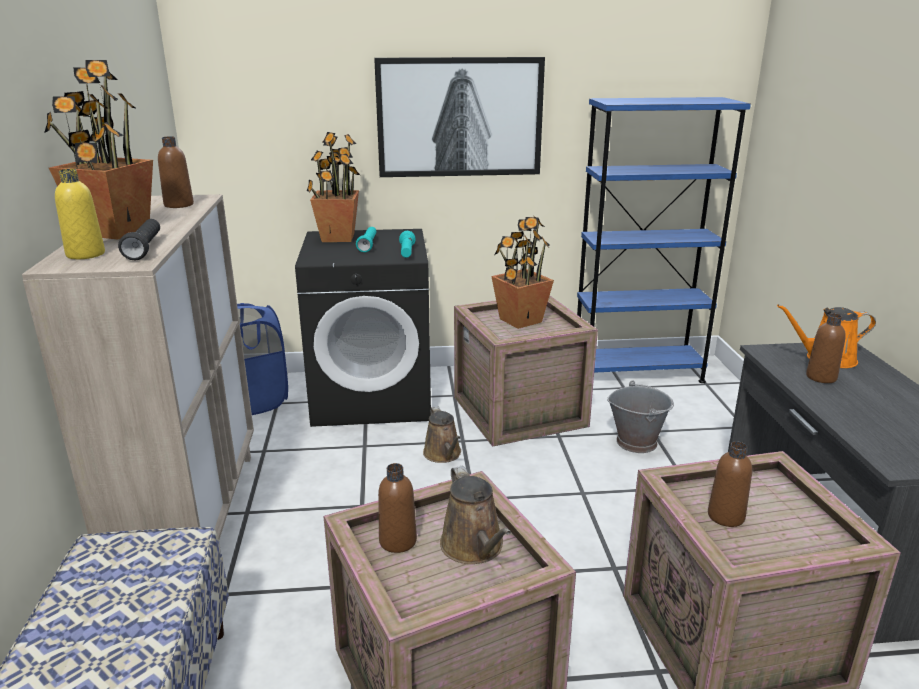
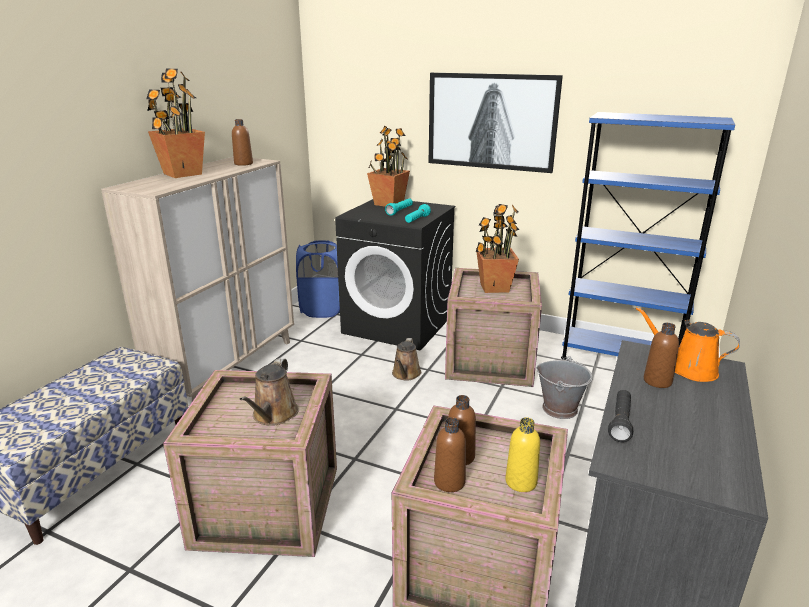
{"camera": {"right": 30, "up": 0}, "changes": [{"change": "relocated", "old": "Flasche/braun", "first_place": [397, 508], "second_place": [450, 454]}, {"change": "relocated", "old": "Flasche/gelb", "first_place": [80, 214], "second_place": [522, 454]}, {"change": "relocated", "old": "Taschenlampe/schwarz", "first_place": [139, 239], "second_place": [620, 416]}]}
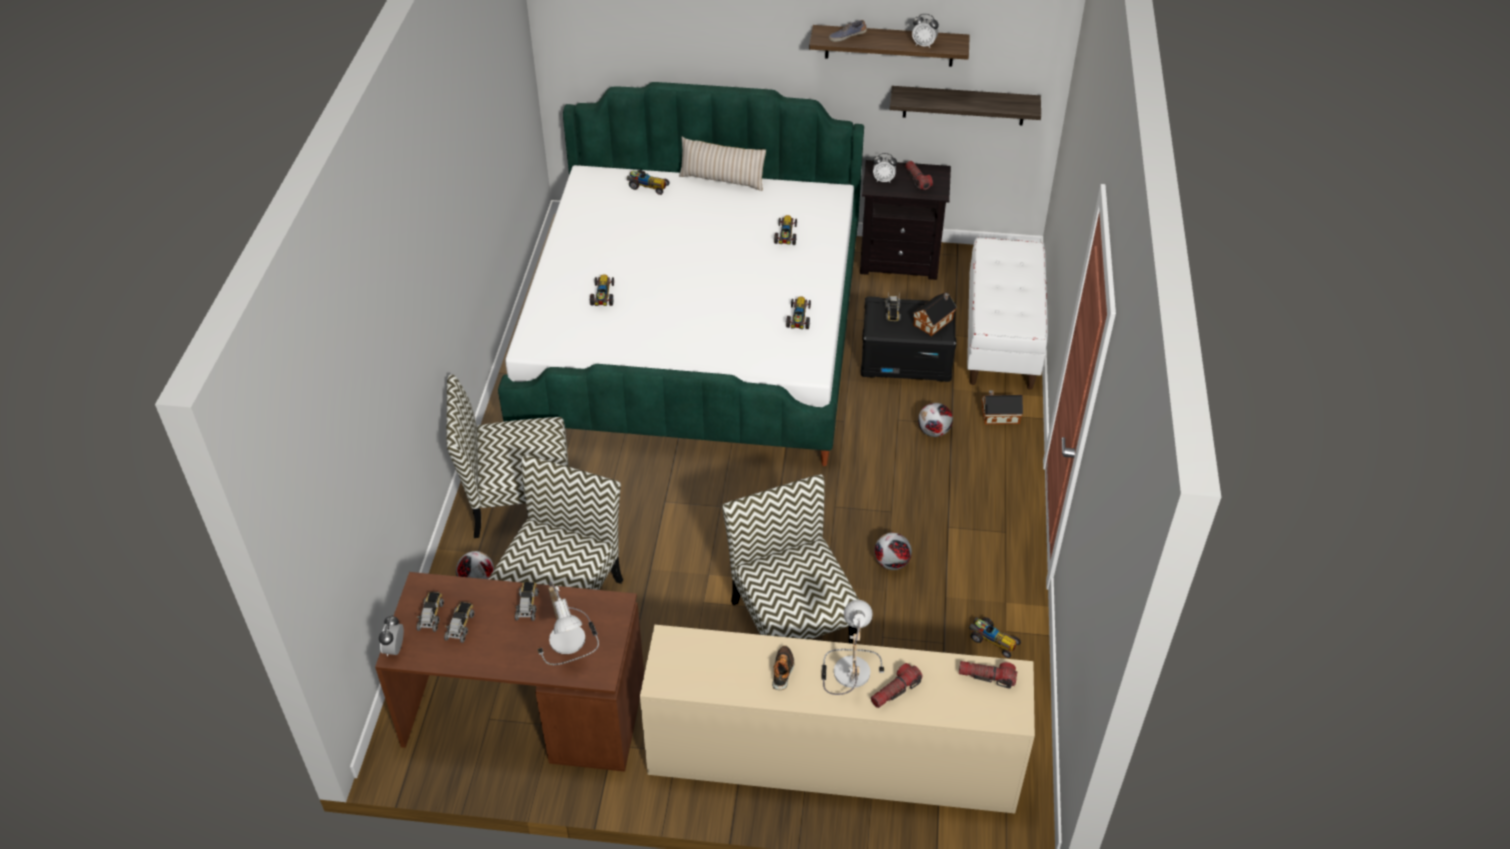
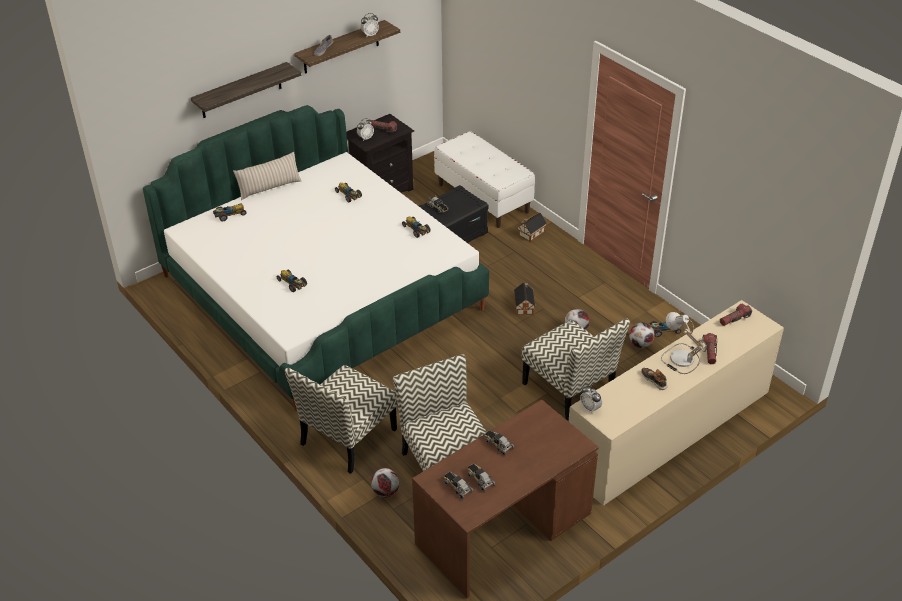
{"camera": {"right": -45, "up": -5}, "changes": [{"change": "relocated", "old": "Wandregal", "first_place": [965, 105], "second_place": [246, 90]}, {"change": "relocated", "old": "Spielzeughaus", "first_place": [935, 314], "second_place": [524, 299]}, {"change": "spun", "old": "Stuhl", "first_place": [790, 559], "second_place": [576, 370], "degrees": -150}, {"change": "relocated", "old": "Wecker", "first_place": [391, 635], "second_place": [591, 400]}, {"change": "relocated", "old": "Fußball", "first_place": [935, 420], "second_place": [641, 335]}, {"change": "missing", "old": "Tischlampe", "first_place": [568, 623]}]}
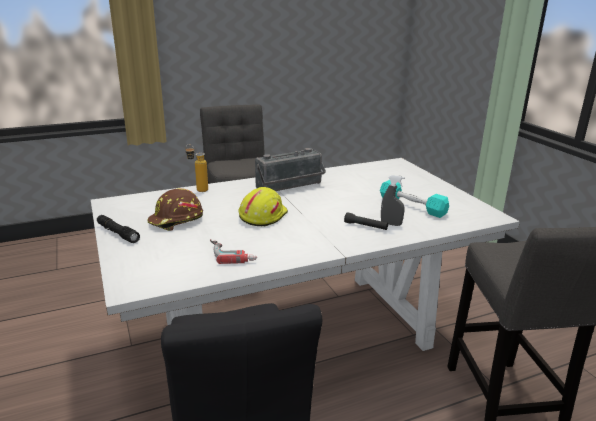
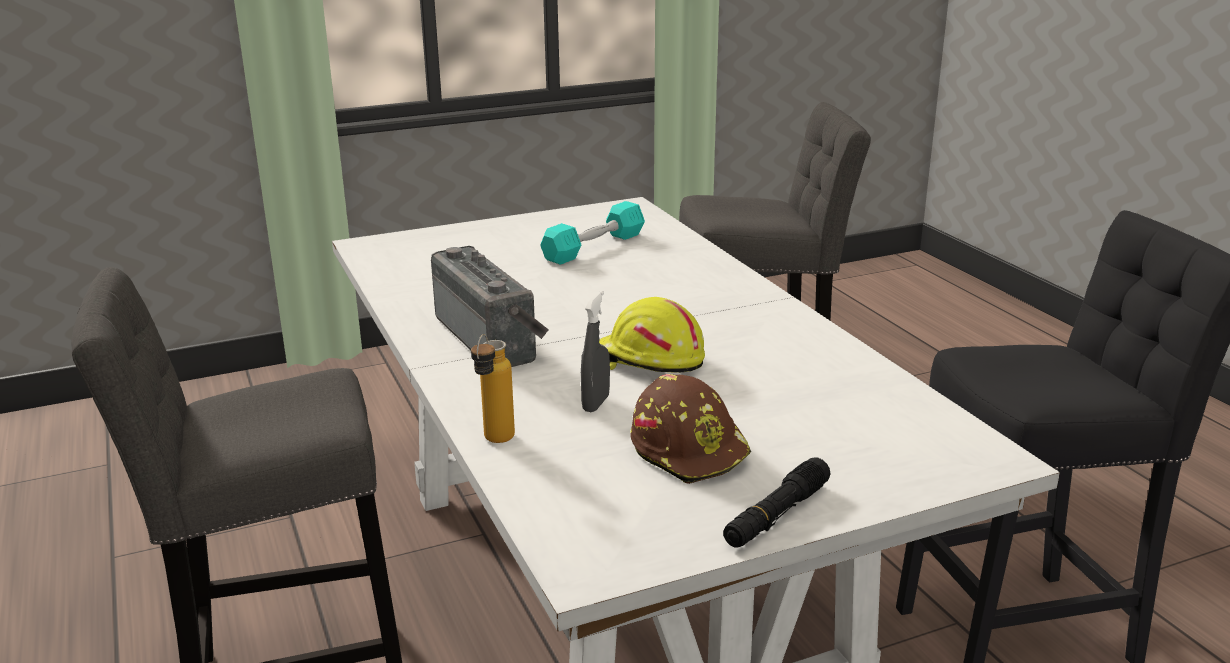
{"camera": {"right": -90, "up": 0}, "changes": [{"change": "relocated", "old": "Sprühflasche/grau", "first_place": [393, 200], "second_place": [595, 351]}, {"change": "missing", "old": "Bohrmaschine", "first_place": [233, 251]}, {"change": "missing", "old": "Taschenlampe/schwarz", "first_place": [366, 221]}]}
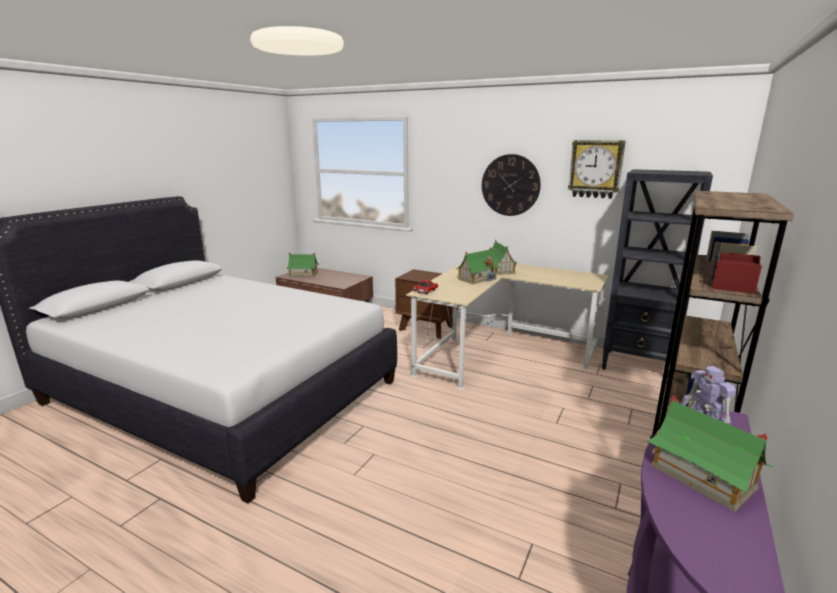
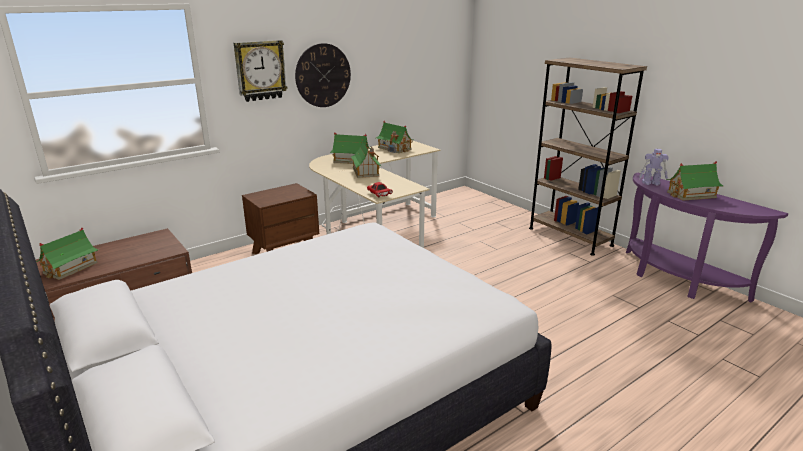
{"camera": {"right": -65, "up": 5}, "changes": [{"change": "relocated", "old": "Wanduhr", "first_place": [597, 169], "second_place": [261, 71]}, {"change": "appeared", "new": "Spielzeughaus", "second_place": [394, 137]}, {"change": "missing", "old": "Bücherregal/schwarz", "first_place": [657, 269]}]}
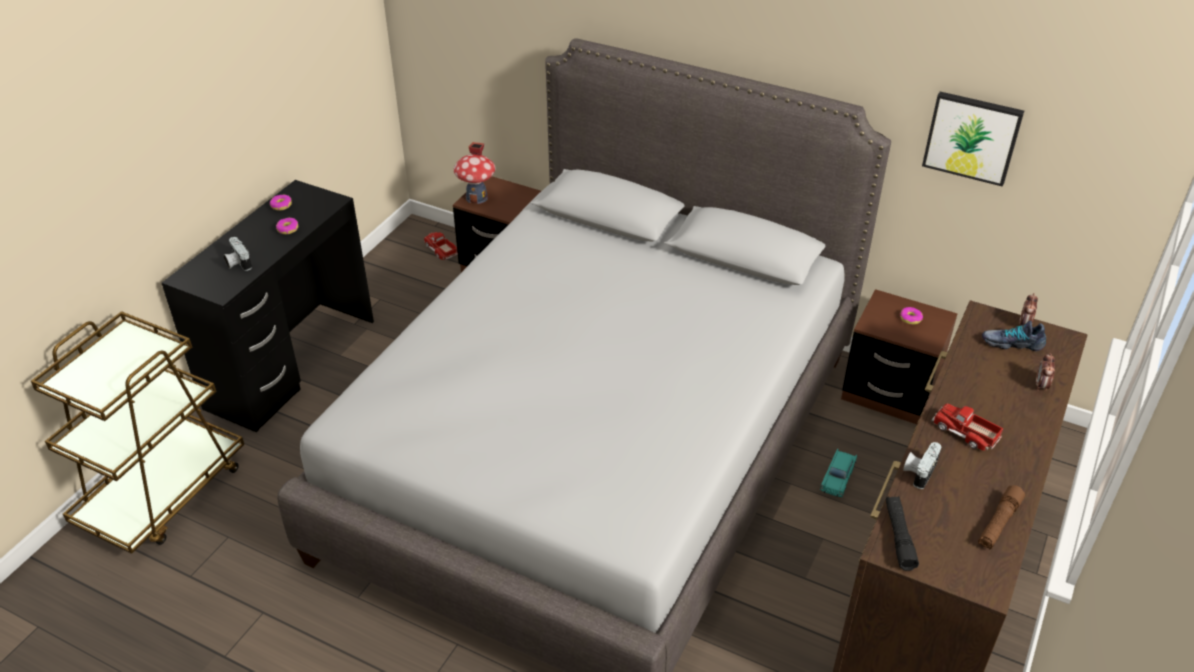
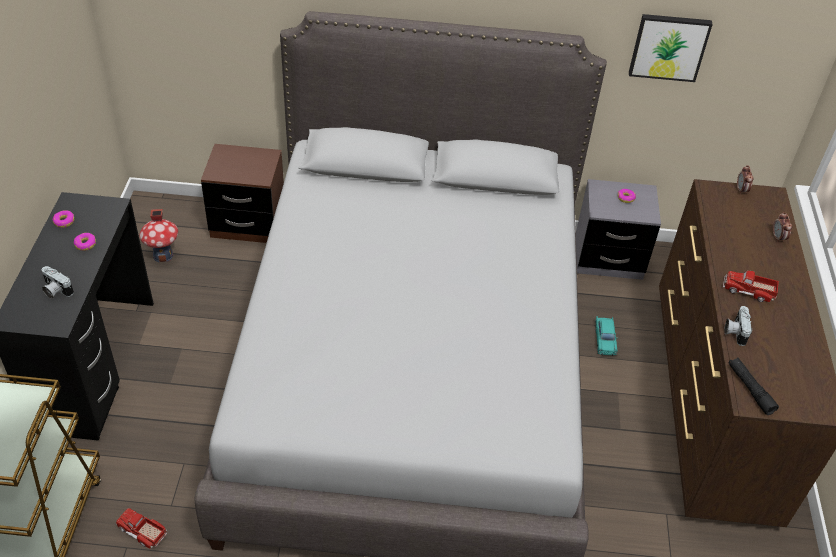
{"camera": {"right": -25, "up": 5}, "changes": [{"change": "relocated", "old": "Spielzeuglaster", "first_place": [441, 246], "second_place": [141, 528]}, {"change": "relocated", "old": "Spielzeughaus", "first_place": [475, 173], "second_place": [158, 235]}, {"change": "colour", "old": "Nachttisch/braun", "new": "Nachttisch/grau", "first_place": [899, 356], "second_place": [618, 229]}, {"change": "missing", "old": "Taschenlampe/braun", "first_place": [1001, 517]}, {"change": "missing", "old": "Schuh", "first_place": [1014, 336]}]}
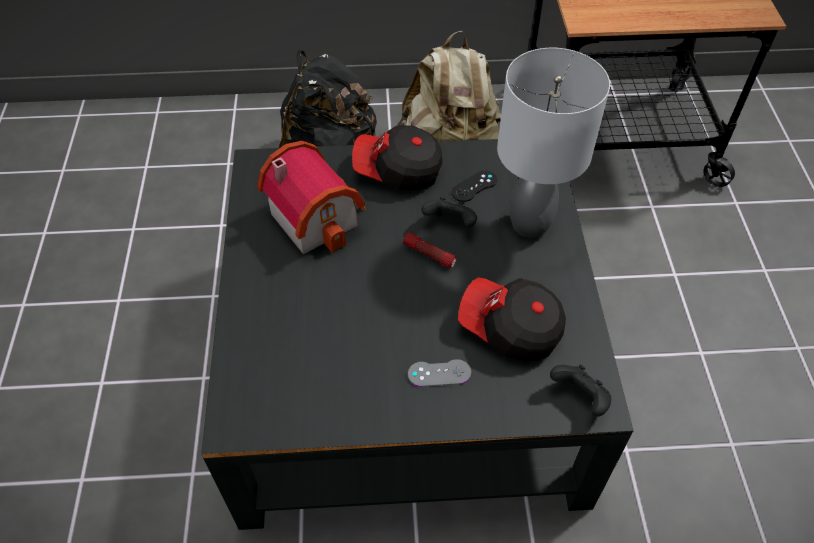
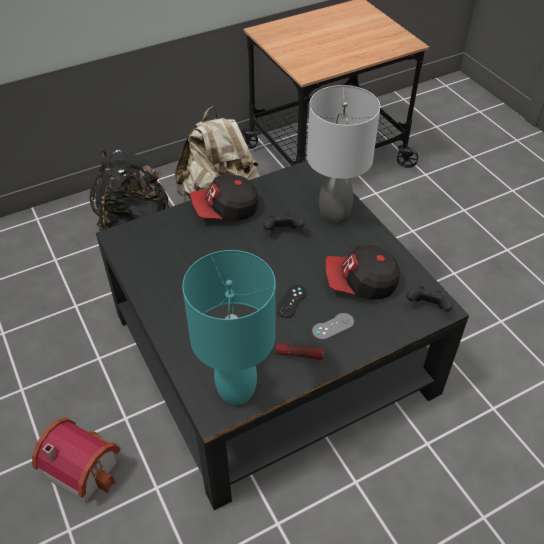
{"camera": {"right": -25, "up": -5}, "changes": [{"change": "relocated", "old": "Spielzeughaus", "first_place": [311, 197], "second_place": [76, 460]}, {"change": "appeared", "new": "Tischlampe/türkis", "second_place": [229, 327]}, {"change": "relocated", "old": "Gamepad/schwarz", "first_place": [474, 186], "second_place": [291, 301]}, {"change": "relocated", "old": "Taschenlampe", "first_place": [430, 250], "second_place": [300, 351]}]}
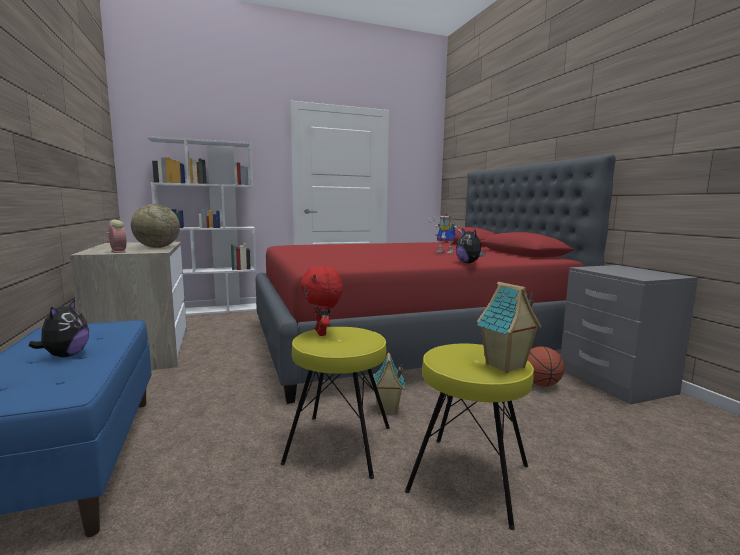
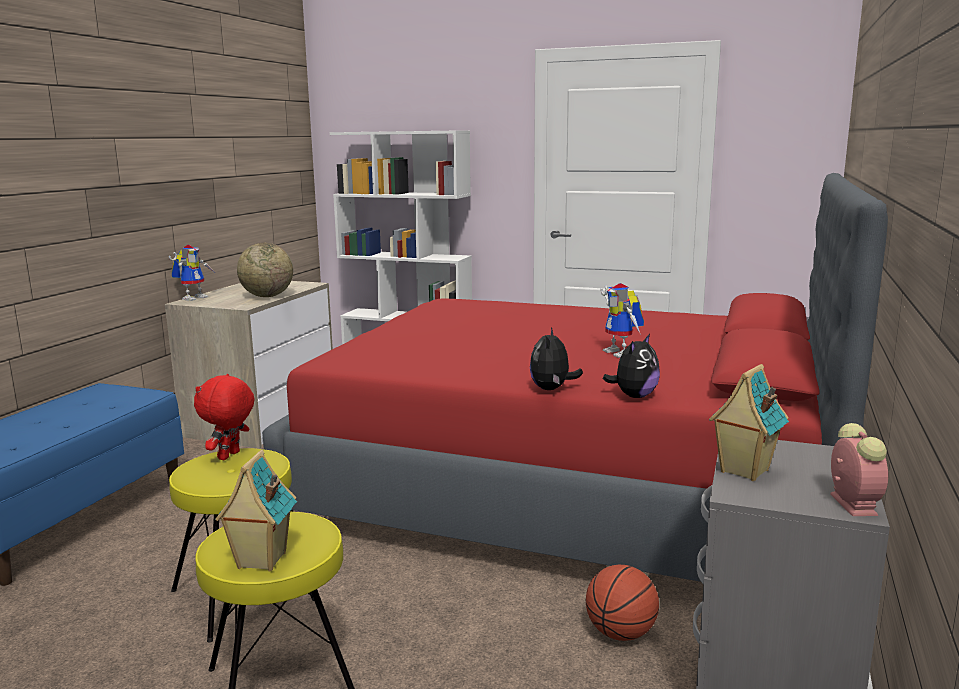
{"camera": {"right": 40, "up": 5}, "changes": [{"change": "appeared", "new": "Spielzeugroboter", "second_place": [191, 273]}, {"change": "relocated", "old": "Plüschtier", "first_place": [59, 328], "second_place": [631, 366]}, {"change": "relocated", "old": "Spielzeughaus", "first_place": [388, 384], "second_place": [749, 422]}, {"change": "relocated", "old": "Wecker", "first_place": [116, 236], "second_place": [859, 469]}]}
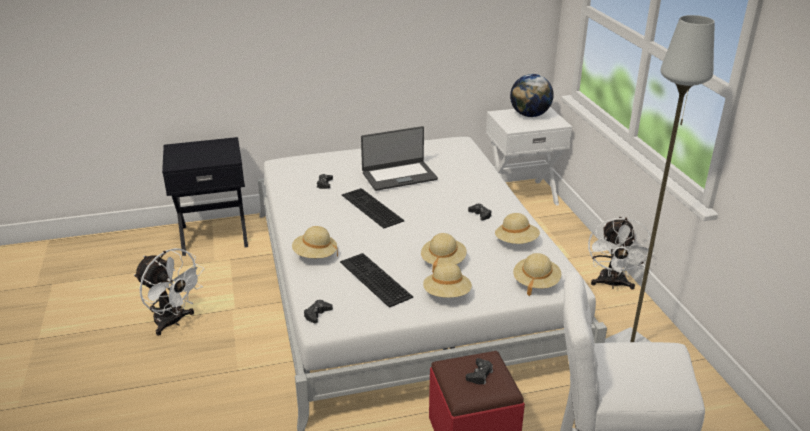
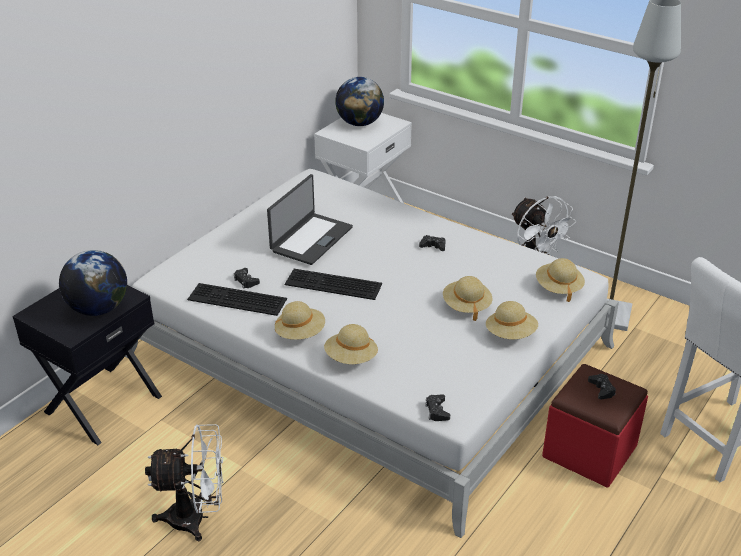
{"camera": {"right": -40, "up": 5}, "changes": [{"change": "appeared", "new": "Globus", "second_place": [93, 283]}, {"change": "relocated", "old": "Tastatur", "first_place": [376, 280], "second_place": [237, 299]}, {"change": "relocated", "old": "Hut/beige", "first_place": [517, 228], "second_place": [300, 320]}]}
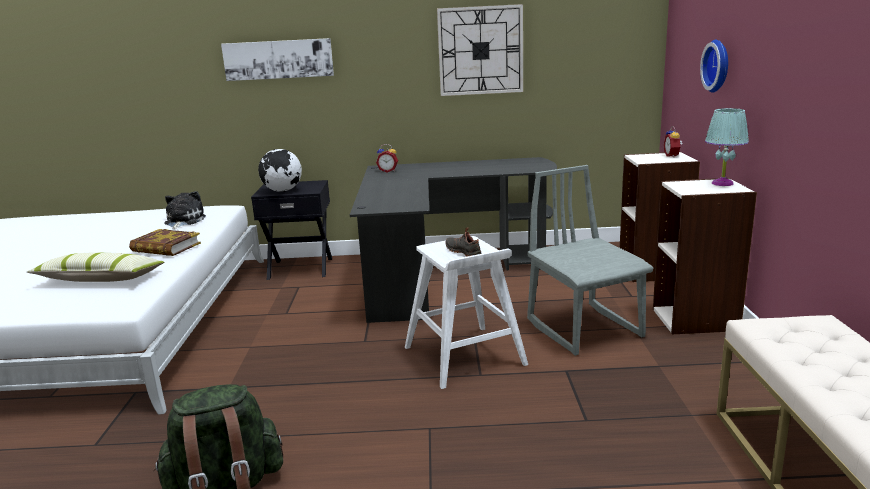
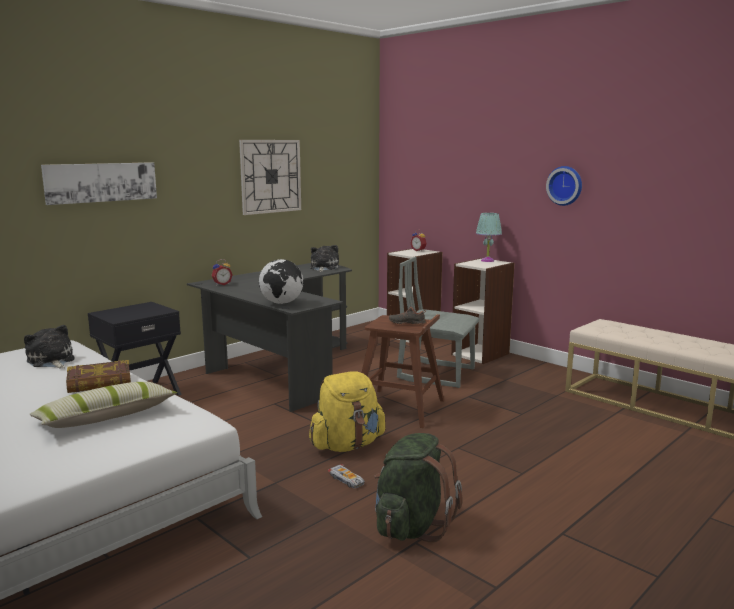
{"camera": {"right": -45, "up": -5}, "changes": [{"change": "relocated", "old": "Globus", "first_place": [280, 170], "second_place": [281, 281]}, {"change": "appeared", "new": "Rucksack/gelb", "second_place": [347, 411]}, {"change": "appeared", "new": "Plüschtier", "second_place": [324, 258]}, {"change": "appeared", "new": "Spielzeugauto", "second_place": [346, 476]}, {"change": "colour", "old": "Hocker/weiß", "new": "Hocker/braun", "first_place": [466, 312], "second_place": [402, 371]}, {"change": "relocated", "old": "Wanduhr", "first_place": [714, 66], "second_place": [564, 186]}]}
